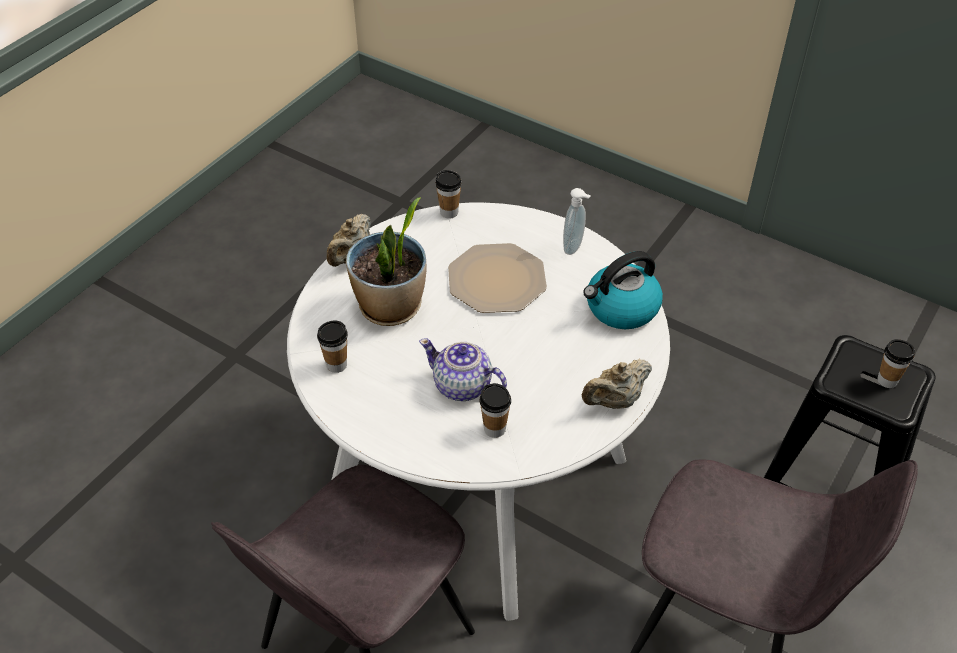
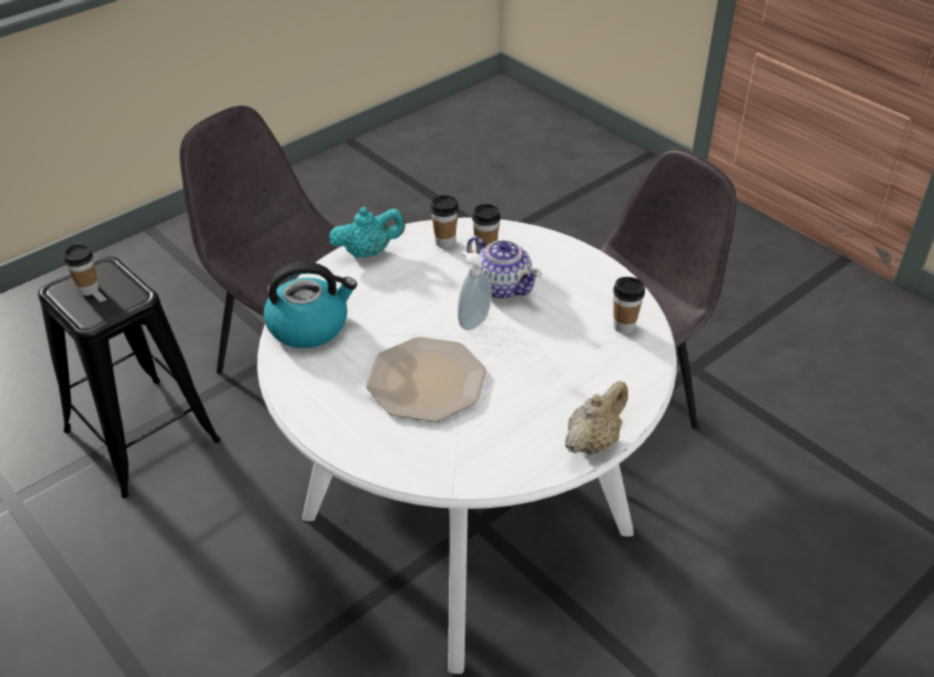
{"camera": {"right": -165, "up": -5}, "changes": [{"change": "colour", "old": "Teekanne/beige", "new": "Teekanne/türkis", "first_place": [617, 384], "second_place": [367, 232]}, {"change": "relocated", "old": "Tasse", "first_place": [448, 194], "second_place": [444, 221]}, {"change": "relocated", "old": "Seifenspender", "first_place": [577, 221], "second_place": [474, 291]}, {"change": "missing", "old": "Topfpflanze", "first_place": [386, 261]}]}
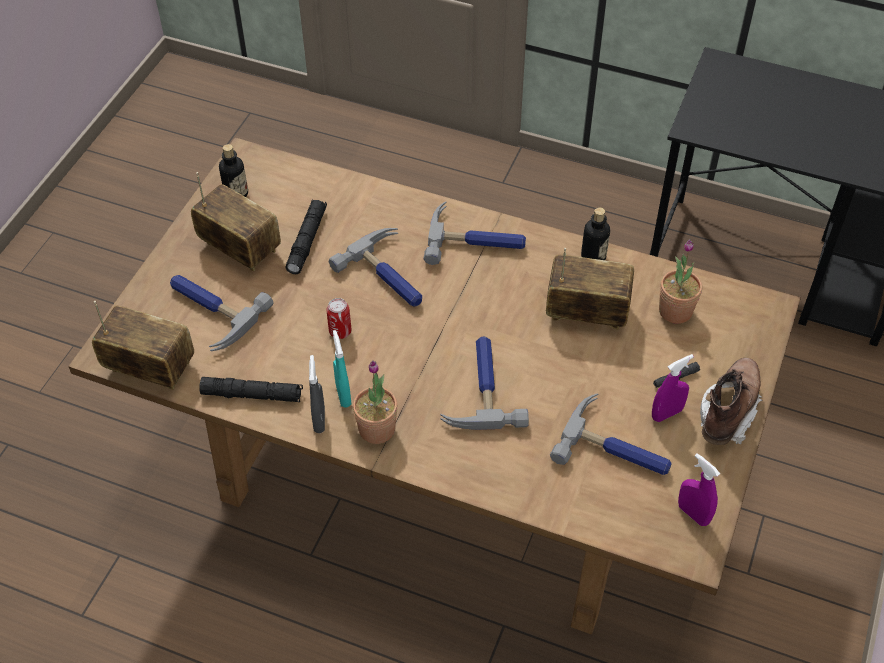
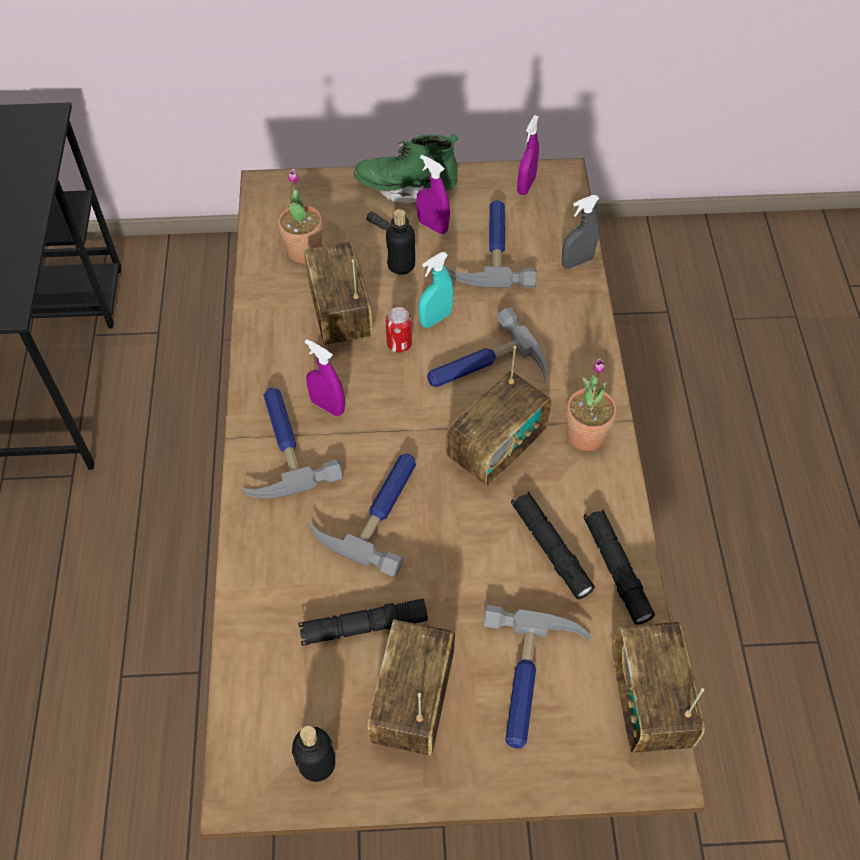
{"camera": {"right": -115, "up": 5}, "changes": [{"change": "appeared", "new": "Sprühflasche/lila", "second_place": [325, 377]}, {"change": "colour", "old": "Stiefel/braun", "new": "Stiefel/grün", "first_place": [731, 401], "second_place": [406, 168]}, {"change": "relocated", "old": "Flasche", "first_place": [595, 233], "second_place": [400, 242]}, {"change": "relocated", "old": "Dose", "first_place": [339, 318], "second_place": [399, 330]}, {"change": "relocated", "old": "Sprühflasche/türkis", "first_place": [342, 369], "second_place": [435, 290]}, {"change": "appeared", "new": "Radio", "second_place": [498, 416]}, {"change": "appeared", "new": "Taschenlampe/schwarz", "second_place": [553, 545]}, {"change": "relocated", "old": "Sprühflasche/grau", "first_place": [317, 394], "second_place": [581, 232]}]}
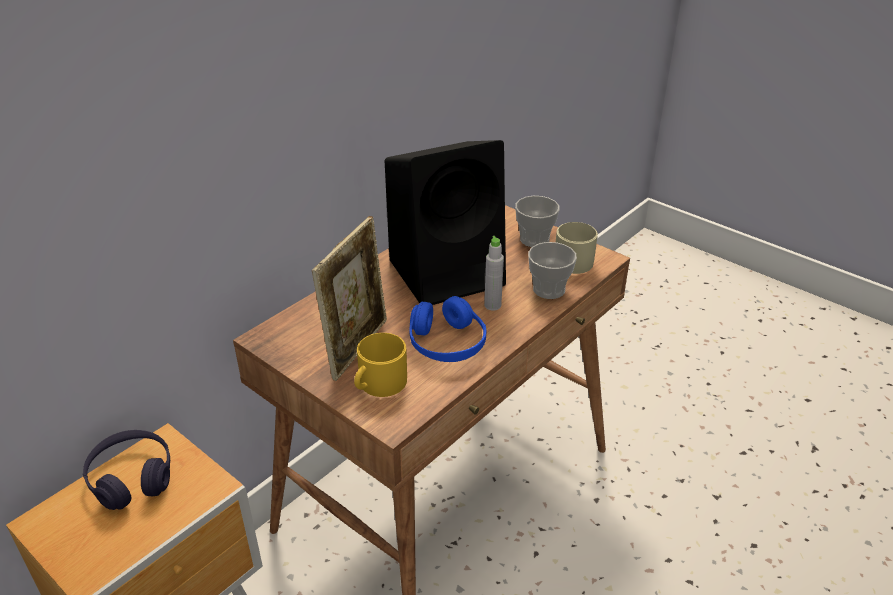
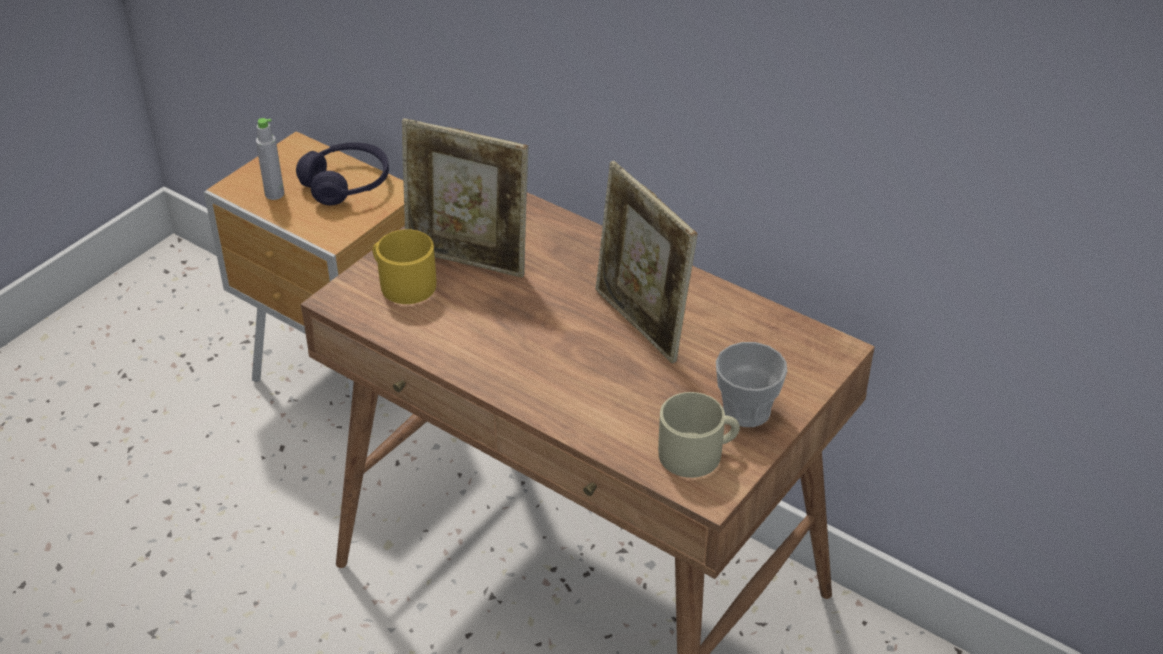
{"camera": {"right": 85, "up": 5}, "changes": [{"change": "relocated", "old": "Flasche/grau", "first_place": [494, 273], "second_place": [270, 159]}, {"change": "exchanged", "old": "Lautsprecher/schwarz", "new": "Bilderrahmen", "first_place": [445, 222], "second_place": [646, 262]}, {"change": "missing", "old": "Kopfhörer/blau", "first_place": [447, 329]}, {"change": "missing", "old": "Tasse", "first_place": [552, 270]}]}
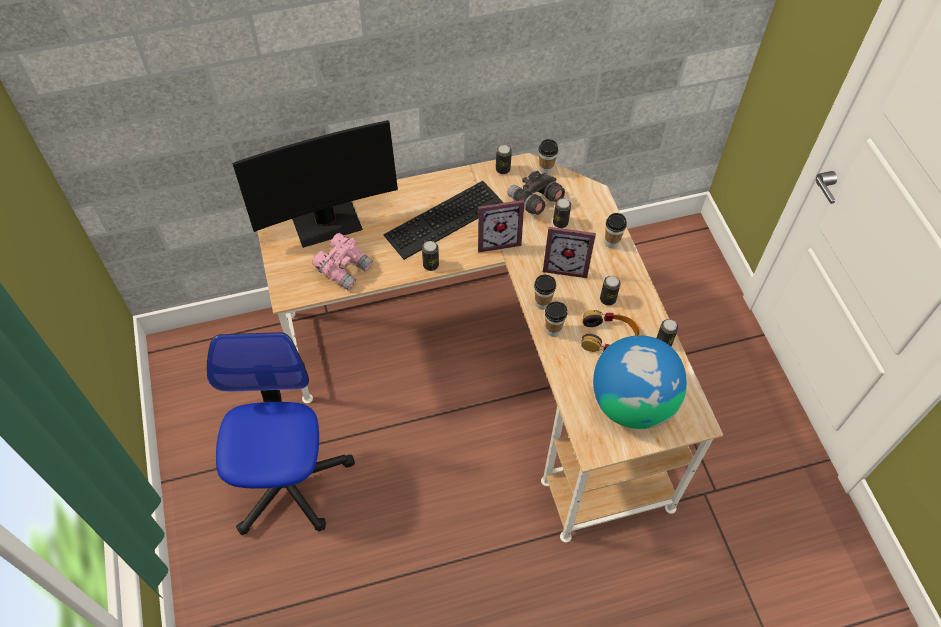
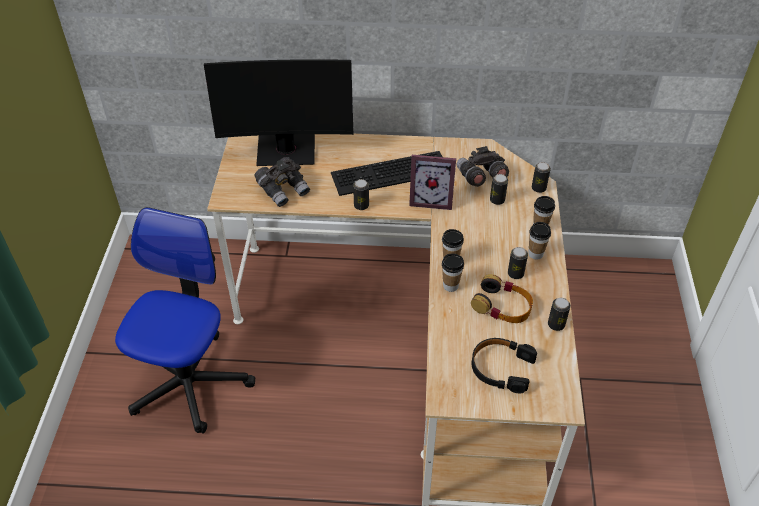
{"camera": {"right": 20, "up": -10}, "changes": [{"change": "colour", "old": "Fernglas/rosa", "new": "Fernglas/grau", "first_place": [342, 261], "second_place": [282, 182]}, {"change": "exchanged", "old": "Globus", "new": "Kopfhörer/schwarz", "first_place": [640, 382], "second_place": [504, 366]}, {"change": "relocated", "old": "Tasse", "first_place": [548, 156], "second_place": [539, 241]}, {"change": "relocated", "old": "Dose", "first_place": [504, 159], "second_place": [541, 177]}, {"change": "missing", "old": "Bilderrahmen", "first_place": [569, 252]}]}
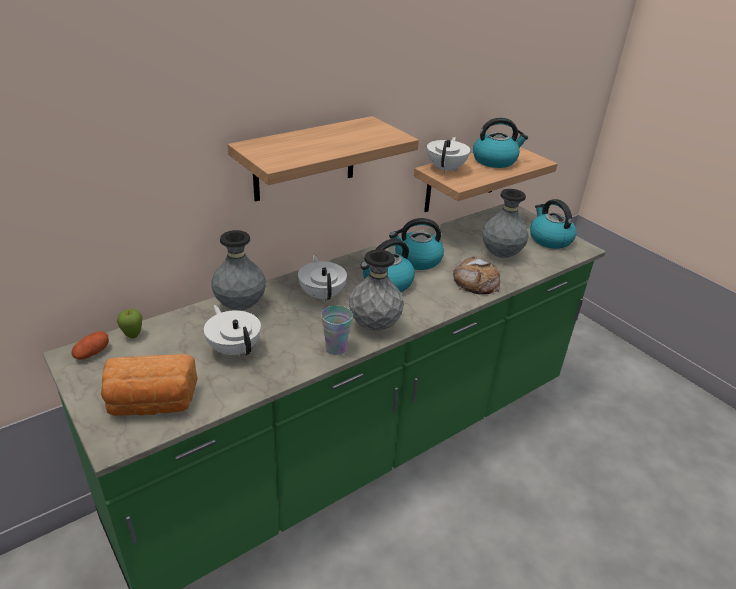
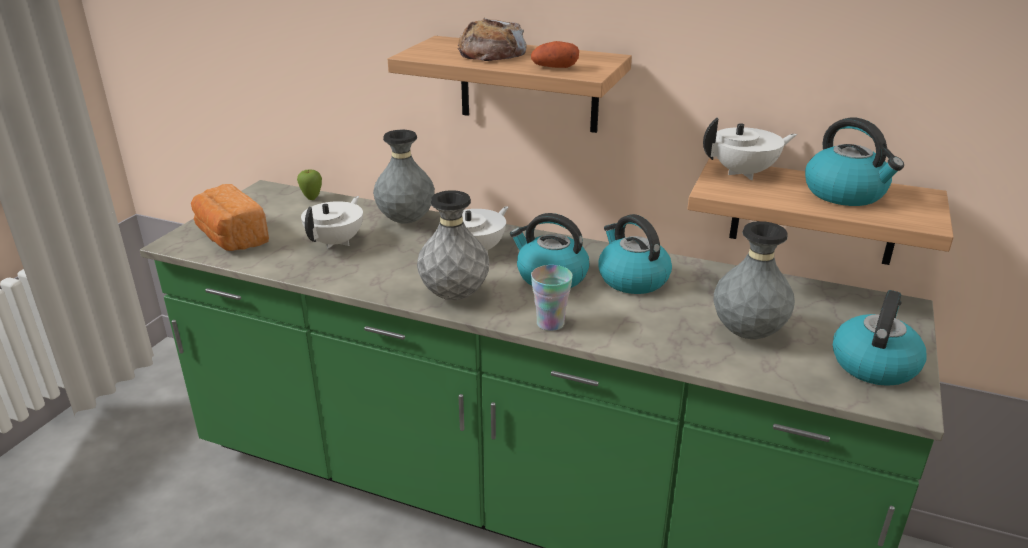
{"camera": {"right": 60, "up": -5}, "changes": [{"change": "relocated", "old": "Brot", "first_place": [476, 275], "second_place": [492, 39]}, {"change": "relocated", "old": "Kartoffel", "first_place": [90, 345], "second_place": [555, 54]}, {"change": "relocated", "old": "Tasse", "first_place": [337, 330], "second_place": [552, 298]}]}
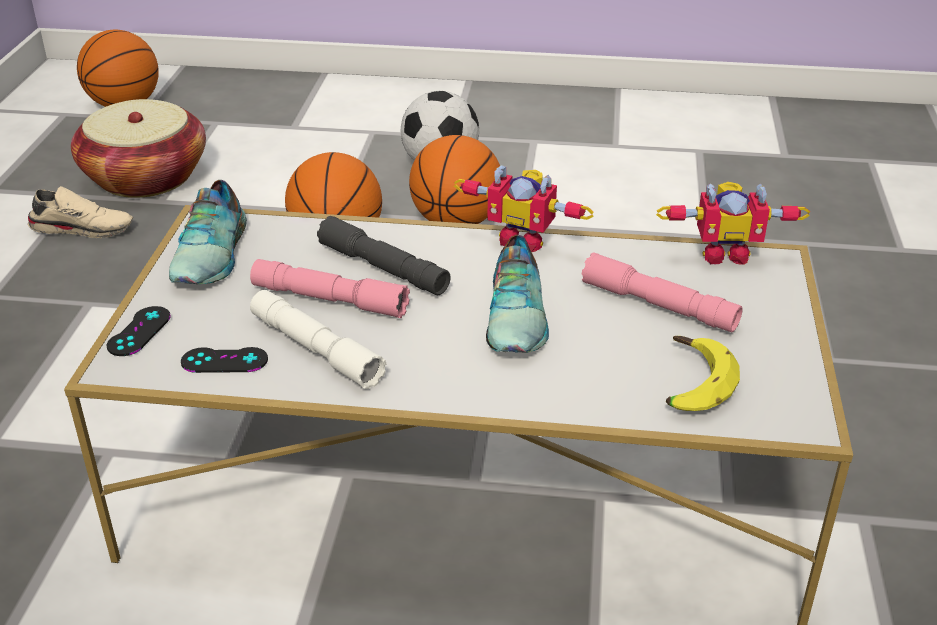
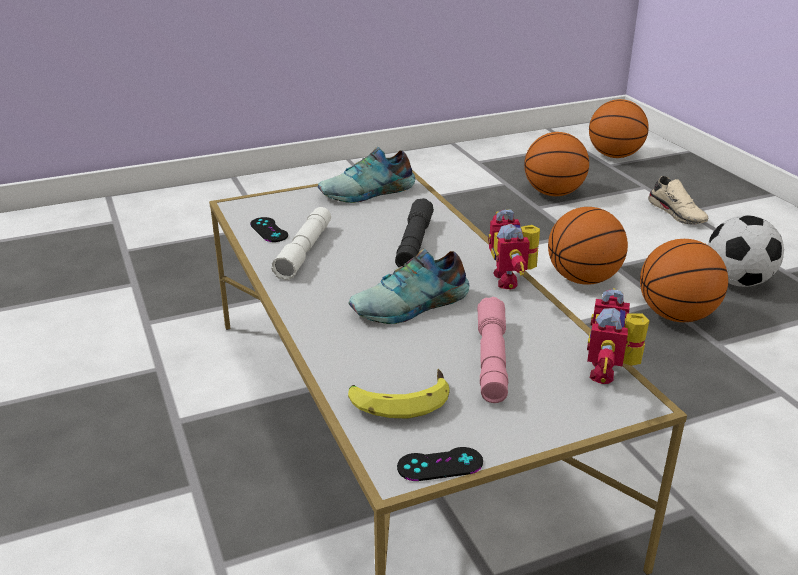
{"camera": {"right": 60, "up": -5}, "changes": [{"change": "relocated", "old": "Gamepad/schwarz", "first_place": [138, 331], "second_place": [440, 464]}, {"change": "exchanged", "old": "Korb", "new": "Basketball", "first_place": [138, 148], "second_place": [556, 164]}, {"change": "spun", "old": "Spielzeugroboter", "first_place": [733, 223], "second_place": [618, 336], "degrees": 45}, {"change": "relocated", "old": "Schuh/beige", "first_place": [80, 212], "second_place": [678, 200]}, {"change": "missing", "old": "Taschenlampe/rosa", "first_place": [330, 288]}]}
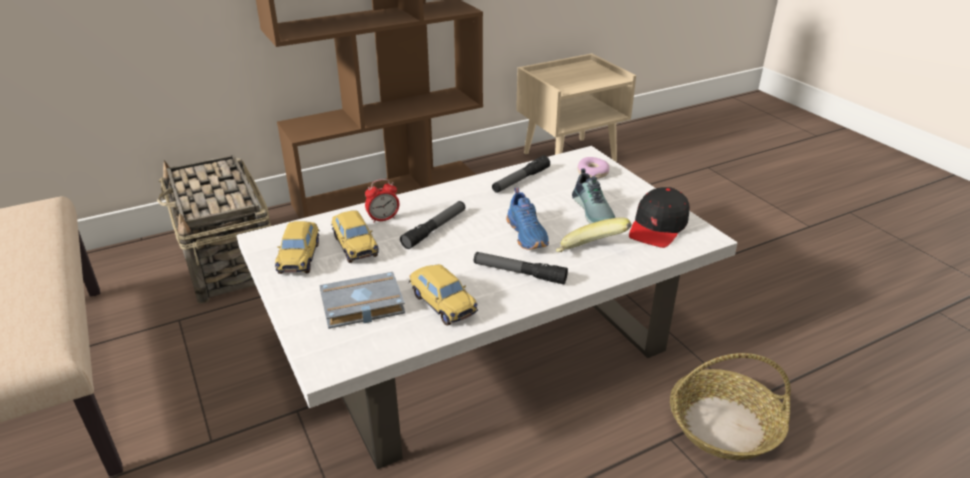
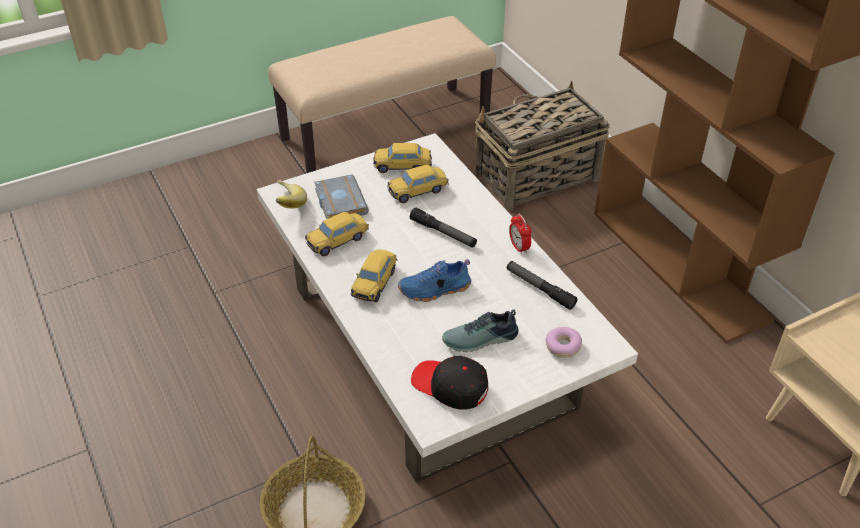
{"camera": {"right": 90, "up": 10}, "changes": [{"change": "relocated", "old": "Banane", "first_place": [593, 234], "second_place": [291, 194]}, {"change": "exchanged", "old": "Taschenlampe", "new": "Spielzeugauto", "first_place": [521, 268], "second_place": [374, 275]}, {"change": "relocated", "old": "Wecker", "first_place": [382, 201], "second_place": [520, 234]}]}
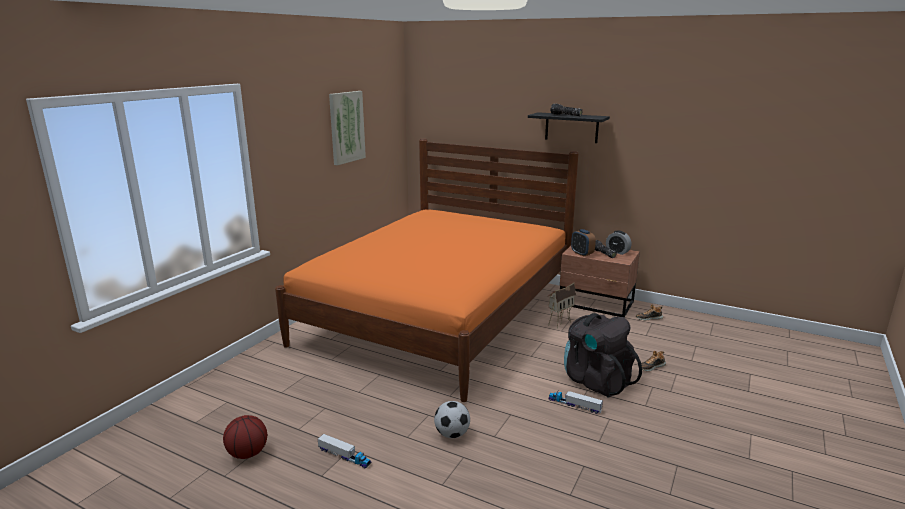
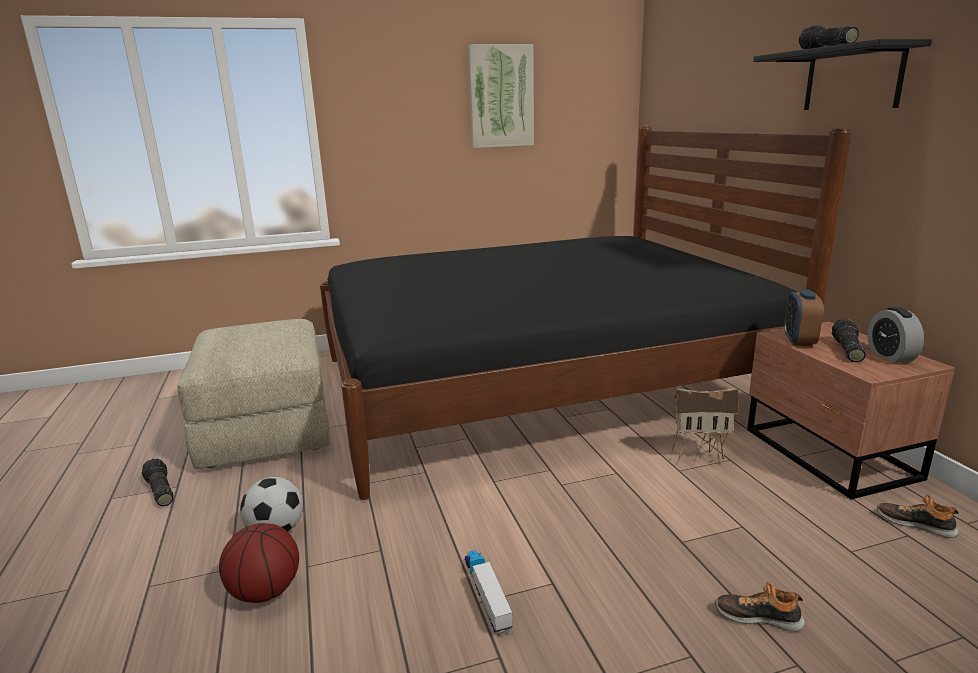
{"camera": {"right": 45, "up": 0}, "changes": [{"change": "exchanged", "old": "Spielzeuglaster", "new": "Taschenlampe", "first_place": [345, 451], "second_place": [158, 482]}, {"change": "appeared", "new": "Polsterhocker/beige", "second_place": [253, 394]}, {"change": "relocated", "old": "Basketball", "first_place": [245, 437], "second_place": [259, 563]}, {"change": "colour", "old": "Bett/orange", "new": "Bett/schwarz", "first_place": [427, 270], "second_place": [586, 313]}, {"change": "missing", "old": "Rucksack/schwarz", "first_place": [603, 355]}]}
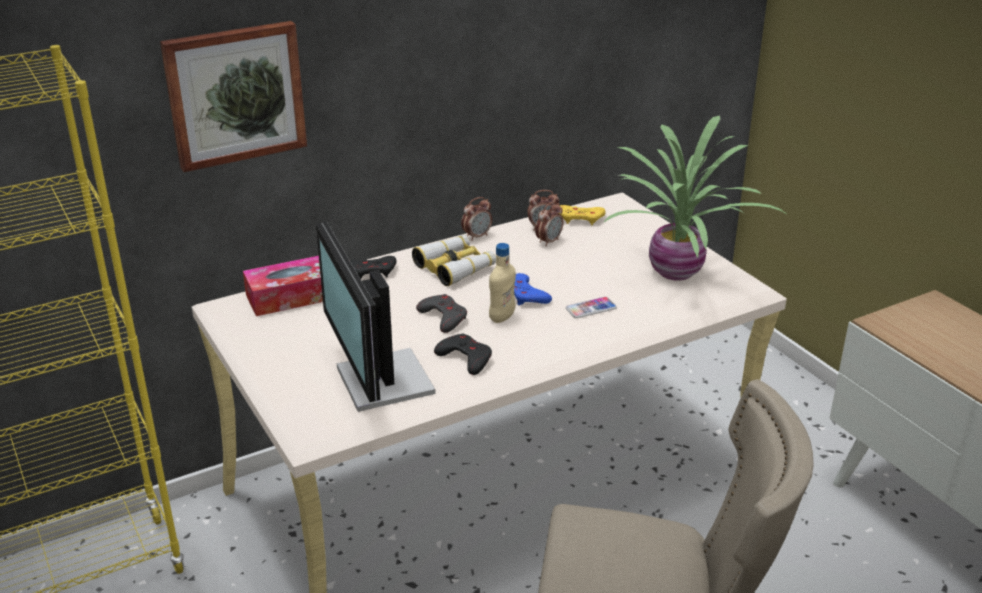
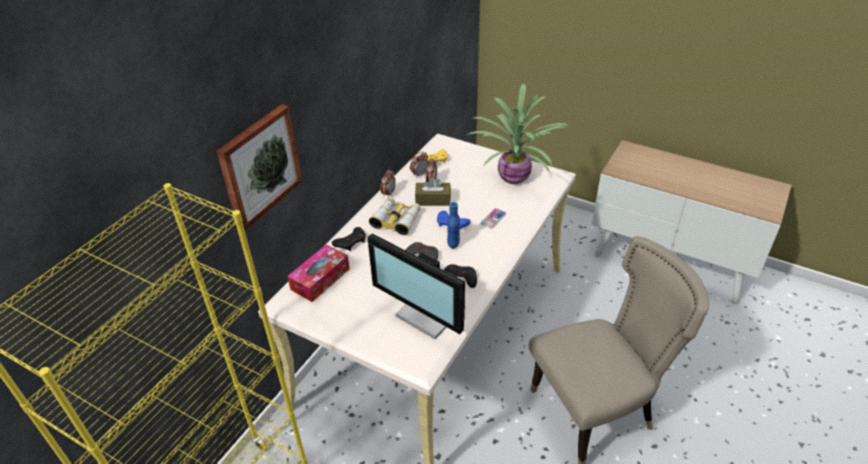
{"camera": {"right": -30, "up": 10}, "changes": [{"change": "appeared", "new": "Taschentuchbox/braun", "second_place": [433, 191]}, {"change": "colour", "old": "Flasche/beige", "new": "Flasche/blau", "first_place": [502, 283], "second_place": [453, 225]}]}
